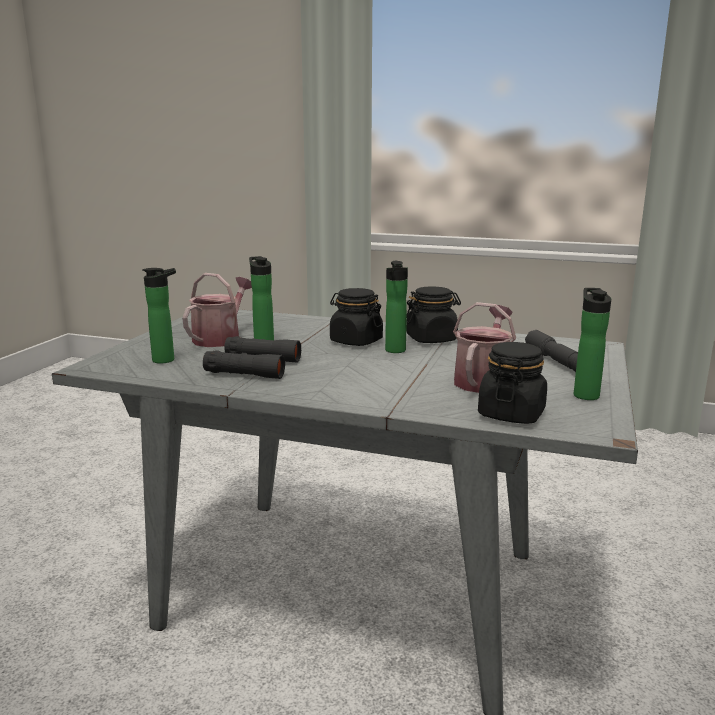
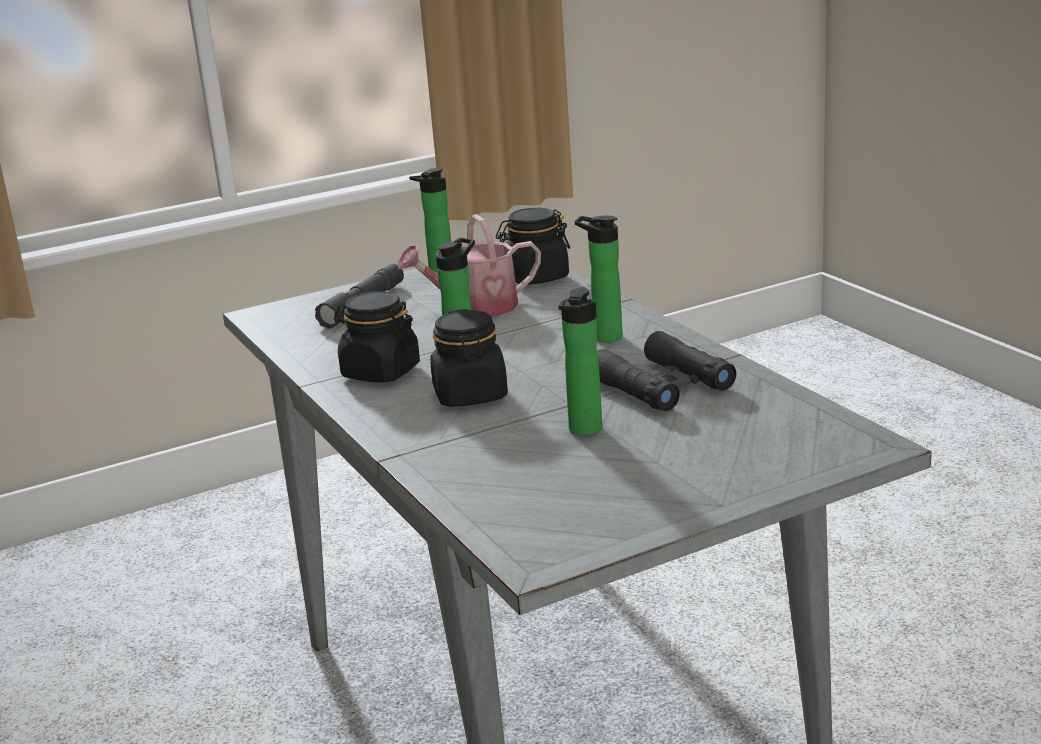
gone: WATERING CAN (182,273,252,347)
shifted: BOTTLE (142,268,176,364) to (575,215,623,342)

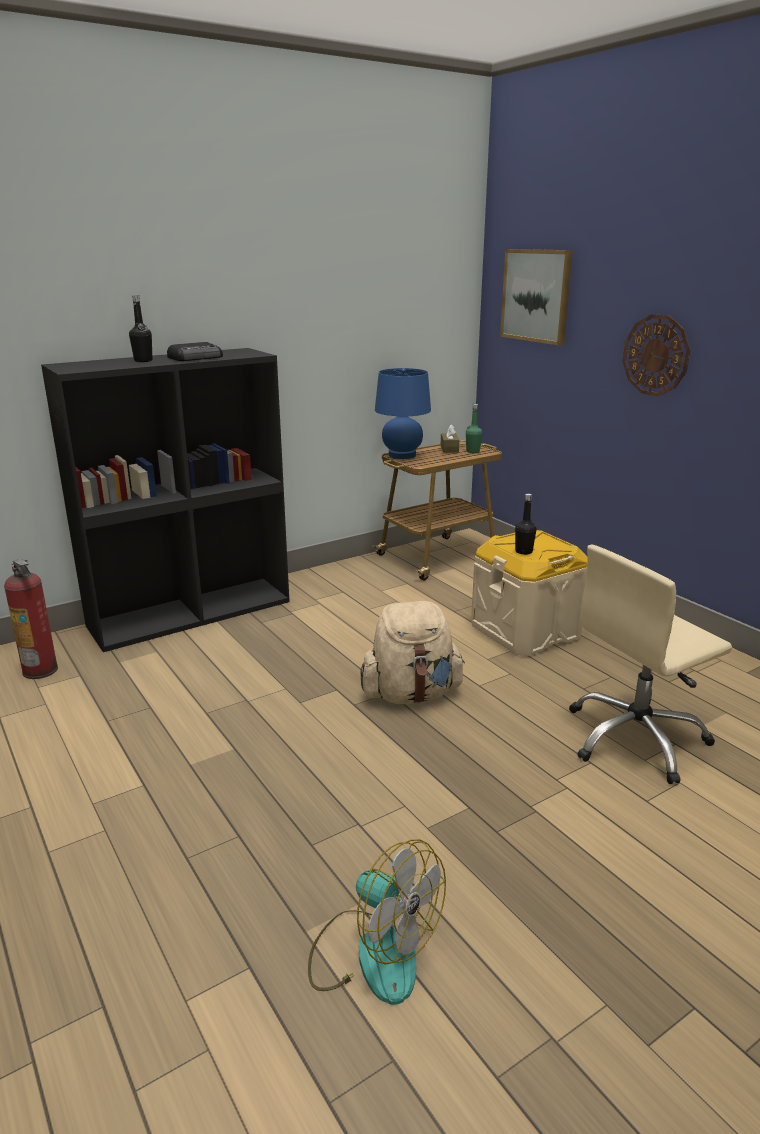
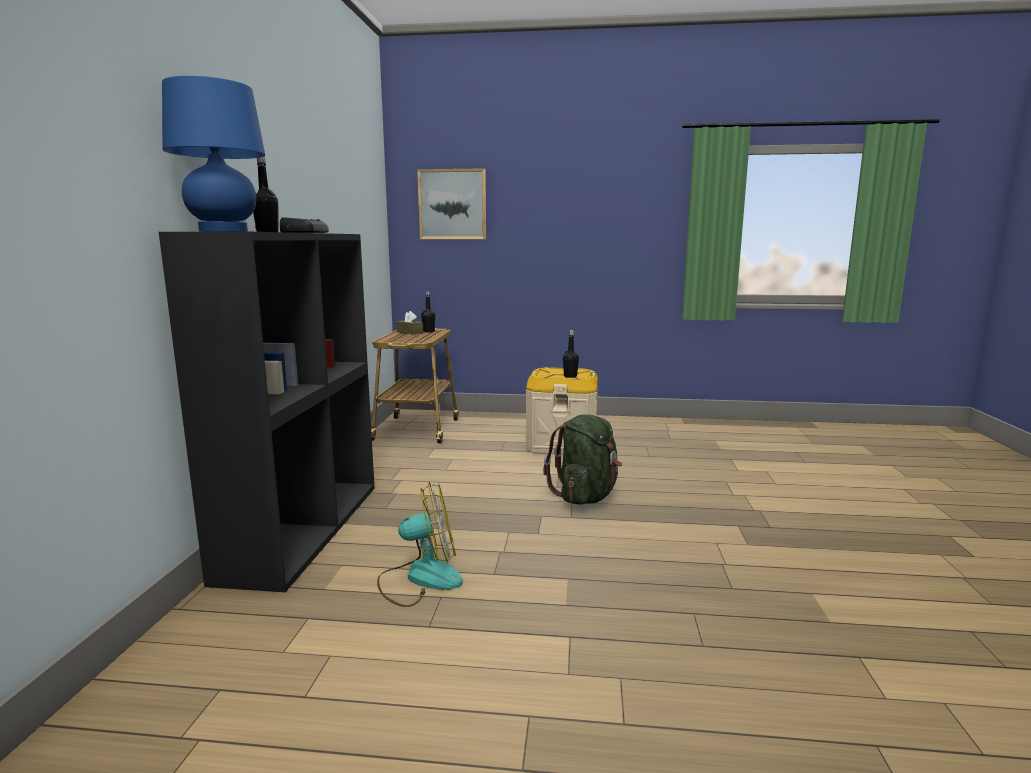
gone: FIRE EXTINGUISHER (4,559,58,679); BEIGE OFFICE CHAIR (569,545,732,784); WALL CLOCK (622,314,690,397)
shifted: FAN (308,839,446,1005) to (377,481,463,607); BLUE TABLE LAMP (375,368,431,459) to (162,76,265,232)
repainted: BEIGE BACKPACK (360,601,465,704) to GREEN BACKPACK (543,414,622,505); GREEN BOTTLE (466,404,482,453) to BLACK BOTTLE (421,291,435,333)

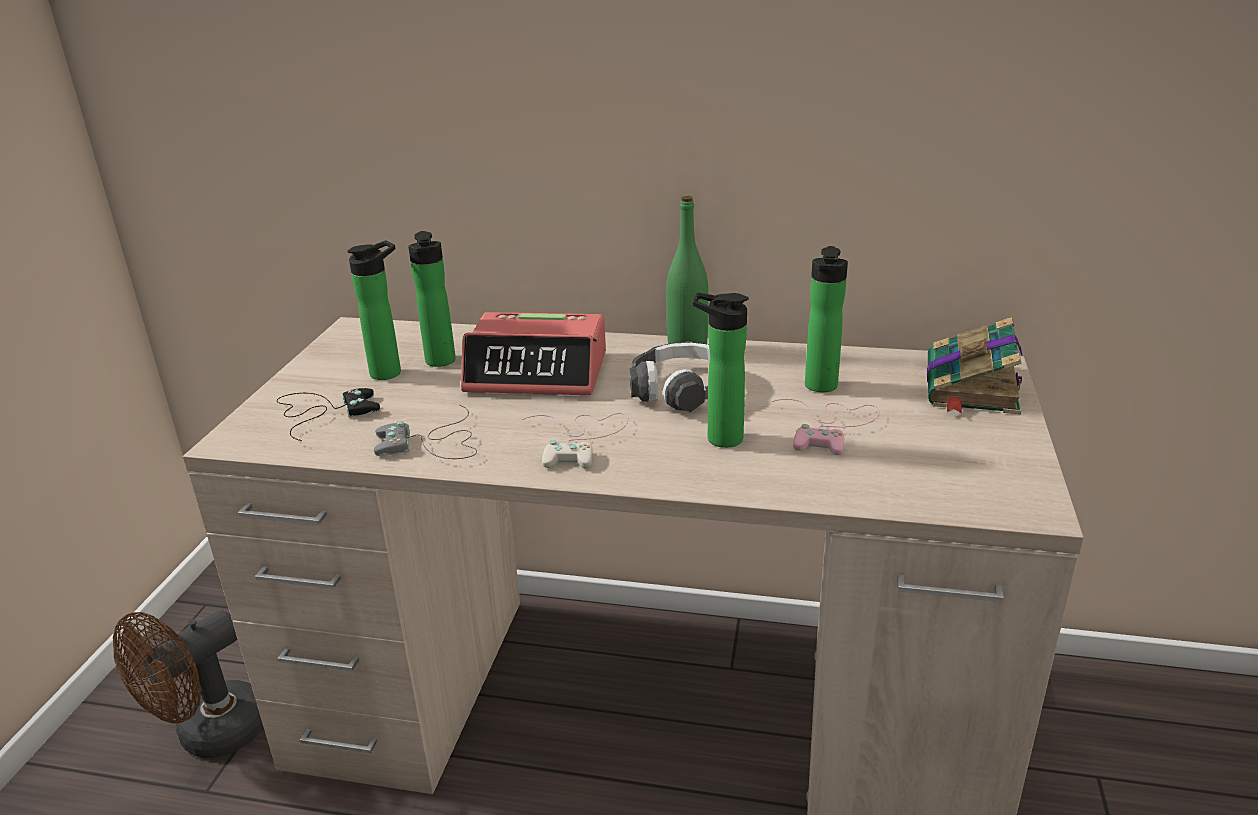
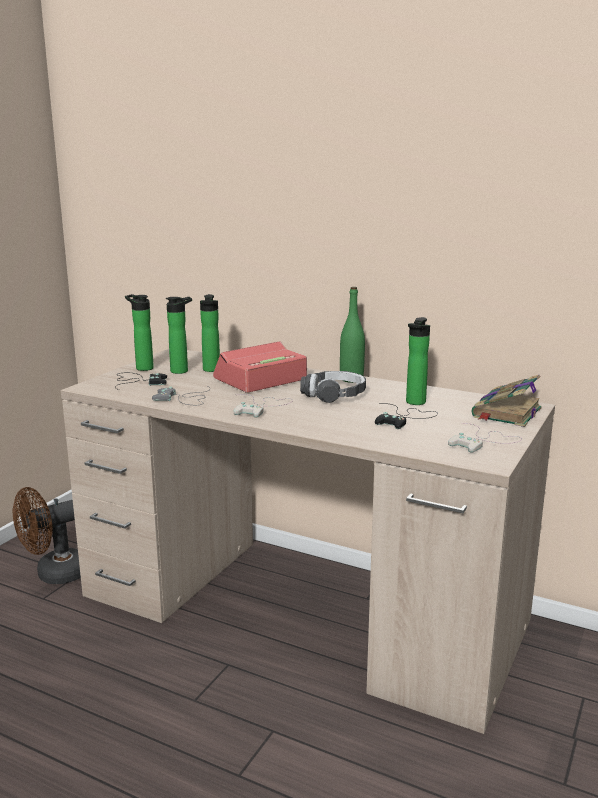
new: WHITE GAME CONTROLLER (448,423,522,453)
shifted: BOTTLE (693,293,749,448) to (125,294,154,371)
repainted: PINK GAME CONTROLLER (772,399,880,455) to BLACK GAME CONTROLLER (375,403,438,429)
rotated: ALARM CLOCK (461,312,606,395) = (213,341,307,393) 120 degrees clockwise

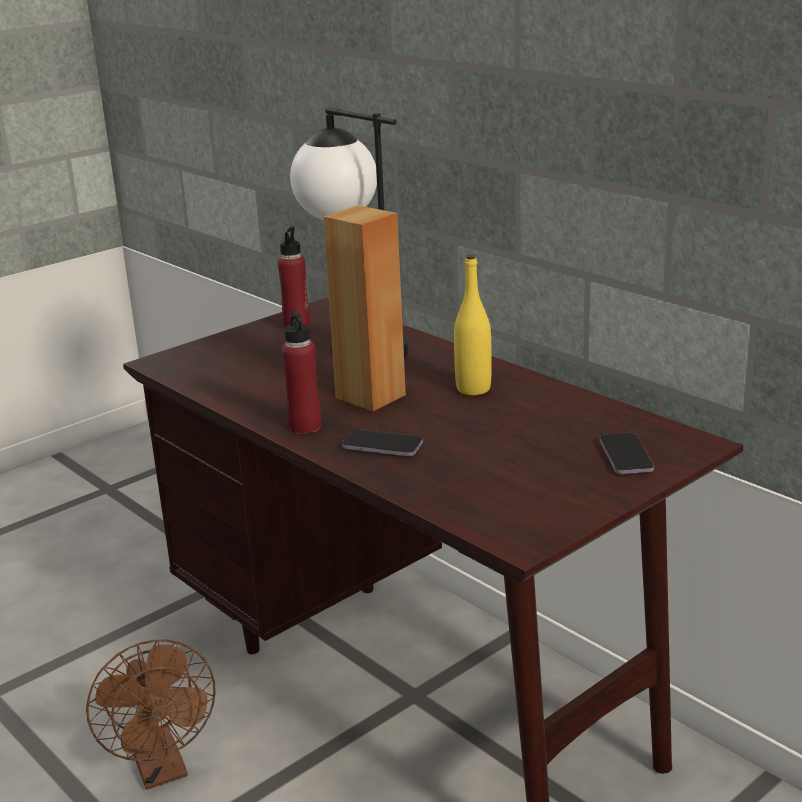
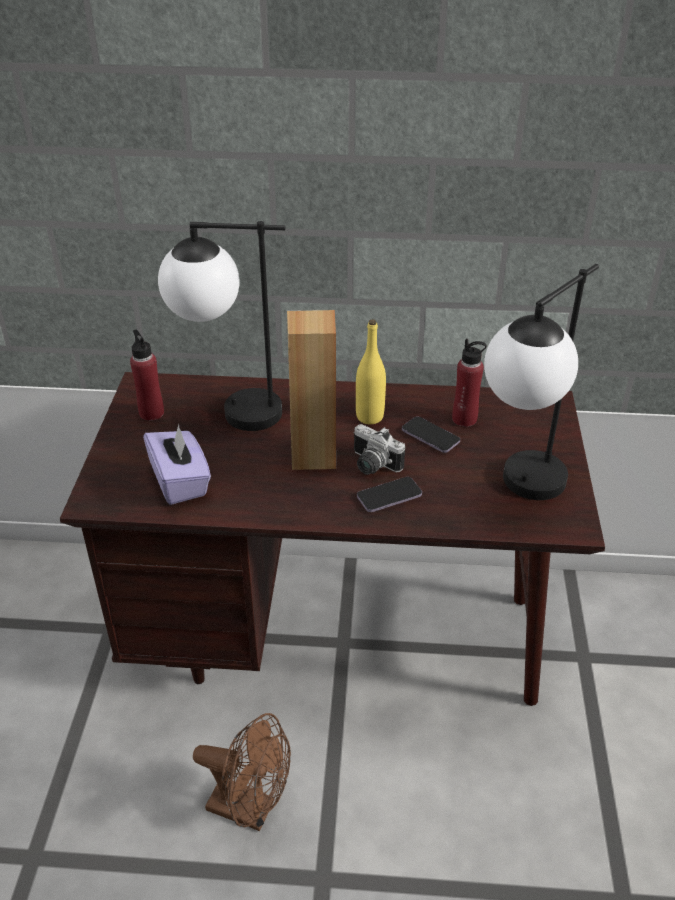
new: PURPLE TISSUE BOX (143,425,211,505); PHOTO CAMERA (353,424,405,475); TABLE LAMP (484,264,599,500)
shifted: RED BOTTLE (281,309,321,434) to (452,339,487,427); PHONE (599,433,654,474) to (402,416,460,453)

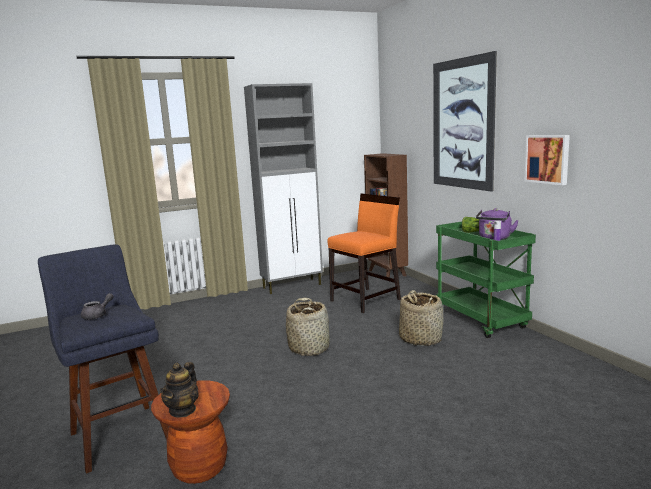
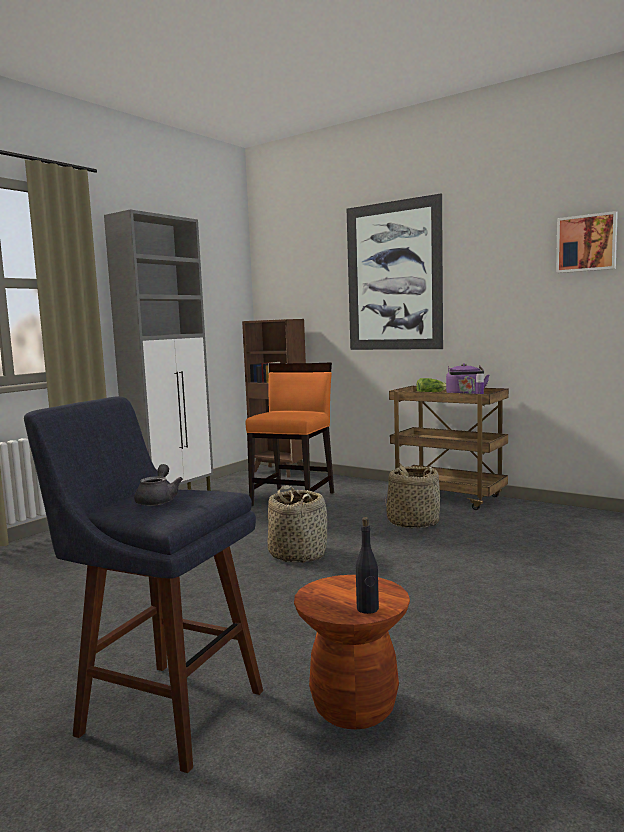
shifted: PICTURE (525,135,570,185) to (556,211,618,273)
swapped: TEAPOT (160,362,199,418) to BLACK BOTTLE (356,517,379,614)
repainted: GREEN CART (436,221,536,338) to BROWN CART (389,386,509,510)

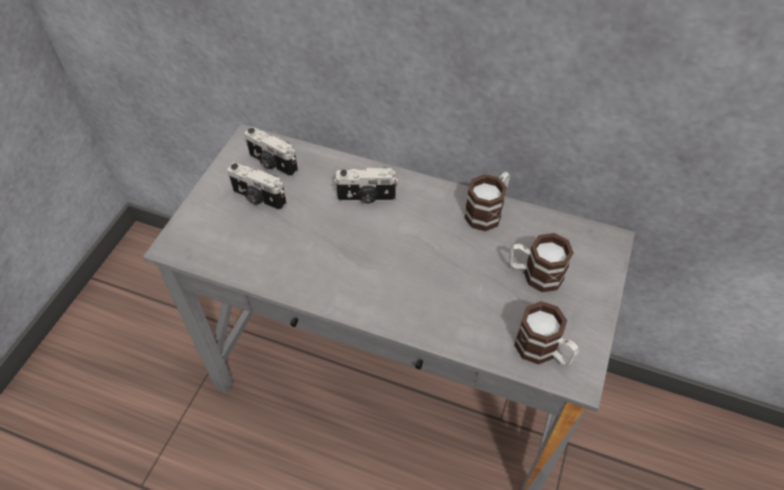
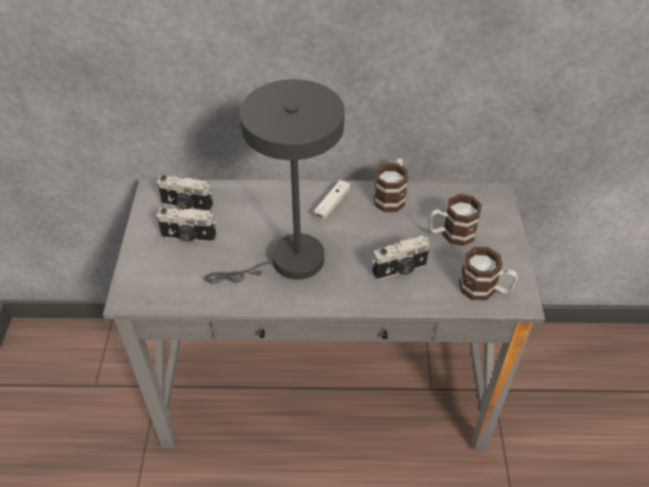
new: GREY TABLE LAMP (204,79,345,283); WHITE GAME CONTROLLER (314,180,350,221)
shifted: PHOTO CAMERA (334,168,398,203) to (372,235,430,280)

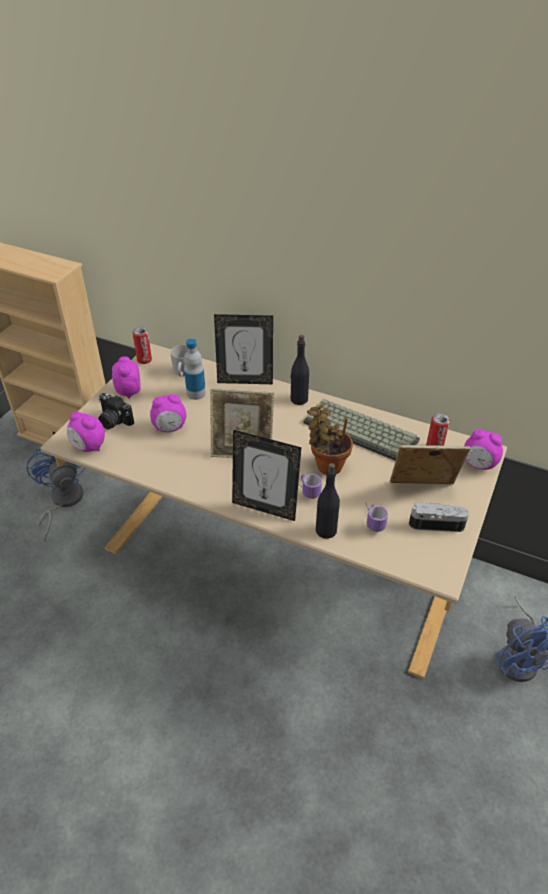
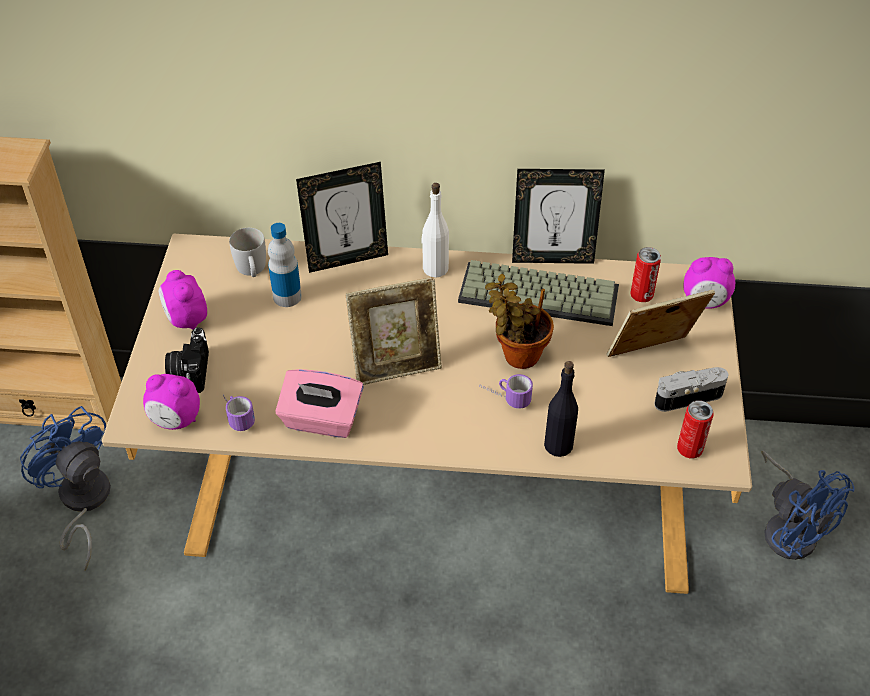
gone: ALARM CLOCK (150,394,186,432)
new: PINK TISSUE BOX (275,369,364,438)
shifted: CAN (133,327,152,364) to (677,400,714,458); PICTURE FRAME (232,430,301,521) to (512,169,605,264); MUG (365,503,388,532) to (223,395,255,431)
repainted: BLACK BOTTLE (290,335,309,405) to WHITE BOTTLE (422,183,449,277)
rotated: PHOTO CAMERA (98,393,134,430) = (165,327,209,393) 75 degrees clockwise

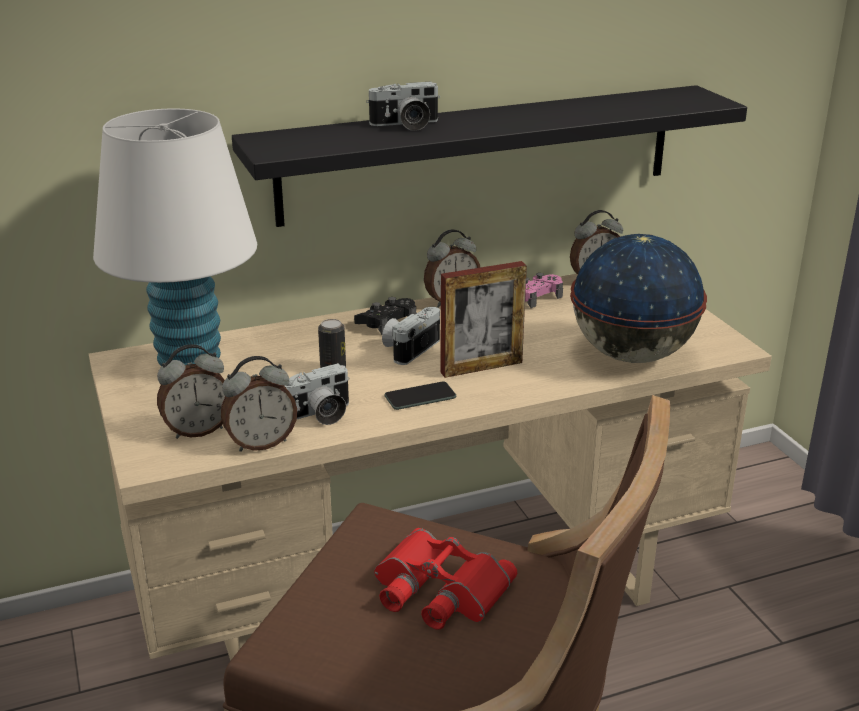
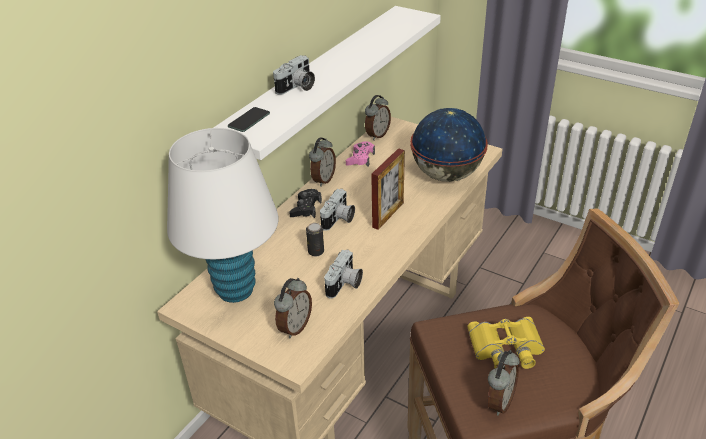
shifted: ALARM CLOCK (221,356,297,452) to (488,350,519,416); PHONE (385,382,456,410) to (228,107,270,132)
repainted: BLACK SHELF (232,85,747,227) to WHITE SHELF (213,6,441,160); RED BINOCULARS (374,528,517,630) to YELLOW BINOCULARS (467,317,545,369)
rotated: PHOTO CAMERA (382,307,440,365) = (320,189,355,231) 150 degrees counterclockwise

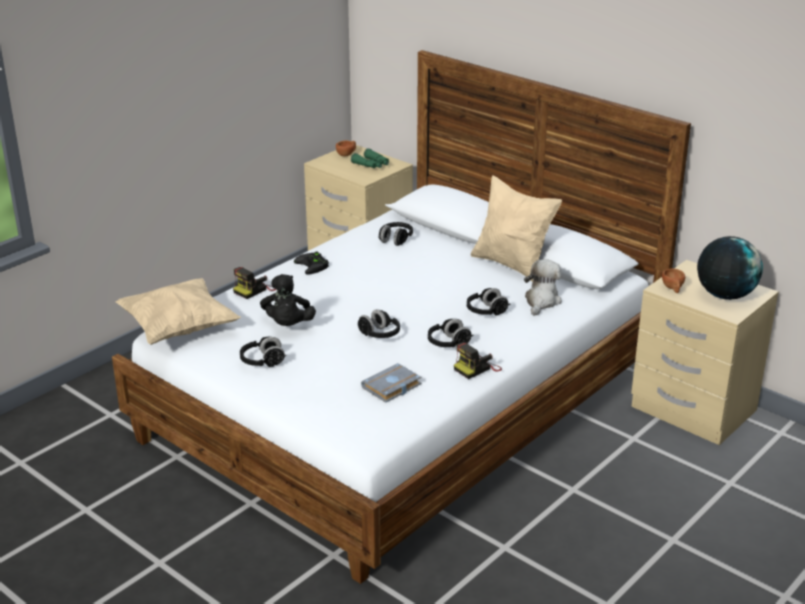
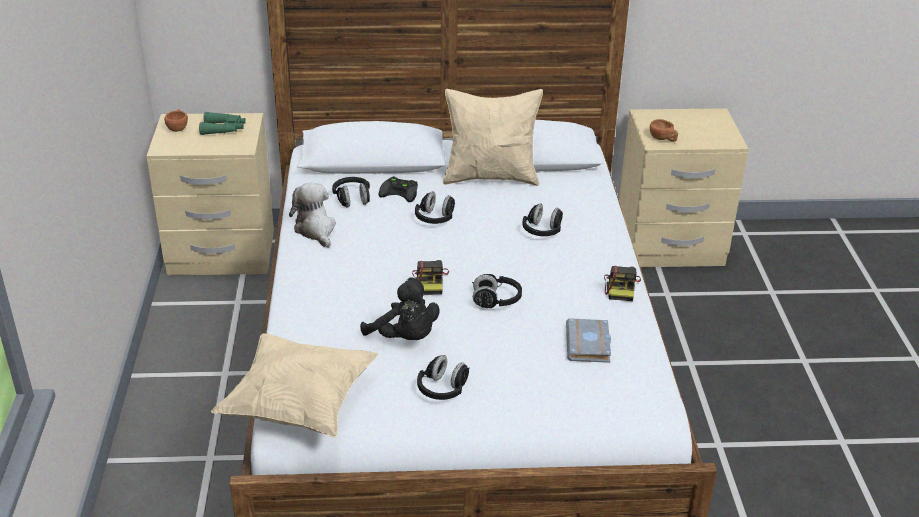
gone: GLOBE (697,236,763,300)
shifted: PHOTO CAMERA (233,267,276,299) to (412,260,449,295); BLACK GAME CONTROLLER (294,251,329,275) to (378,176,418,202); BLACK HEADPHONES (428,319,474,347) to (415,192,455,224); PLUSH TOY (524,259,562,316) to (289,183,336,248)

